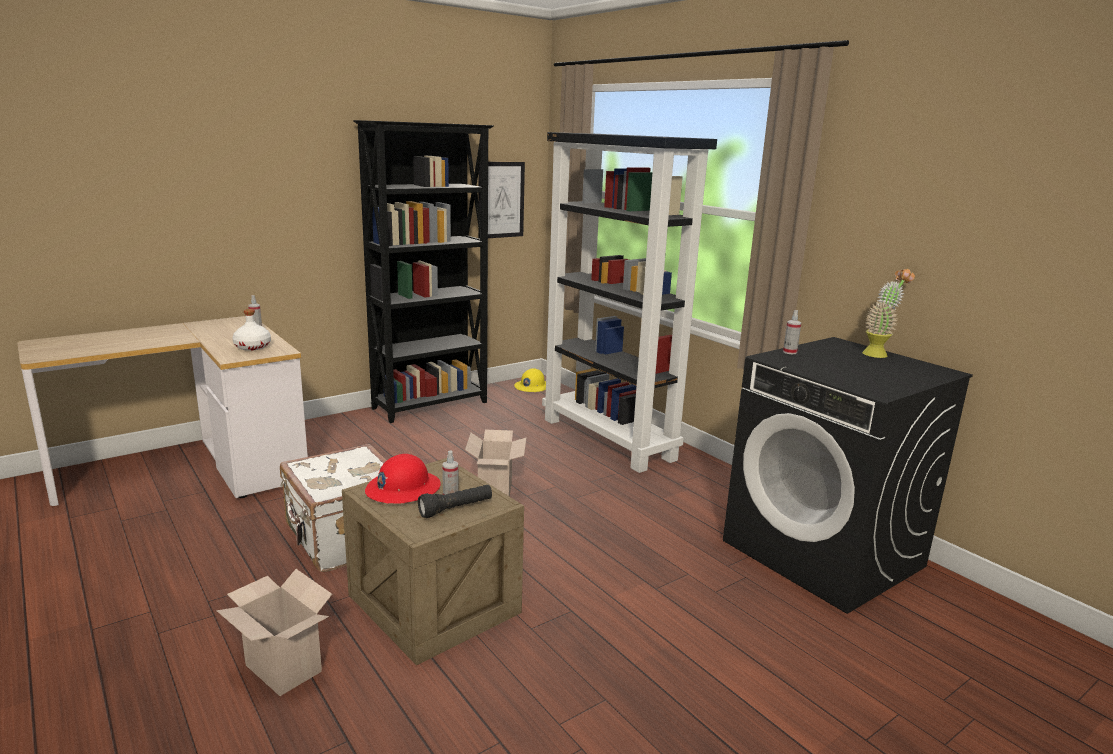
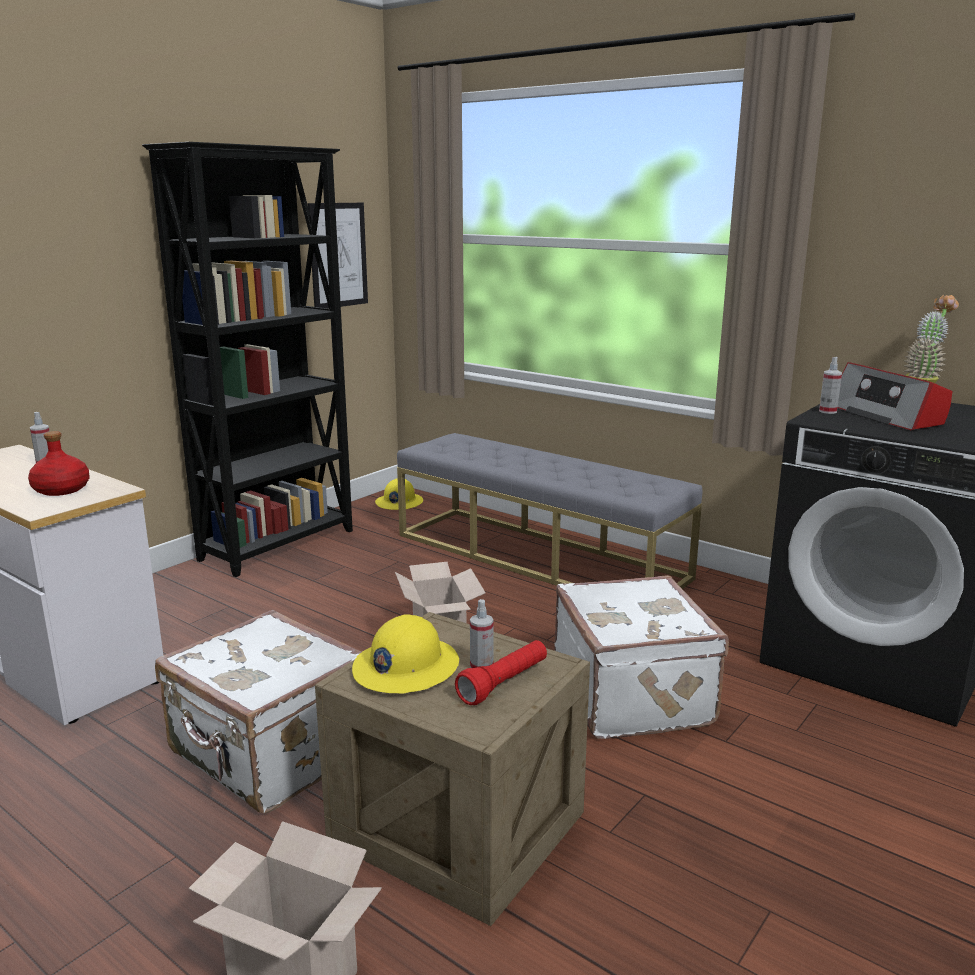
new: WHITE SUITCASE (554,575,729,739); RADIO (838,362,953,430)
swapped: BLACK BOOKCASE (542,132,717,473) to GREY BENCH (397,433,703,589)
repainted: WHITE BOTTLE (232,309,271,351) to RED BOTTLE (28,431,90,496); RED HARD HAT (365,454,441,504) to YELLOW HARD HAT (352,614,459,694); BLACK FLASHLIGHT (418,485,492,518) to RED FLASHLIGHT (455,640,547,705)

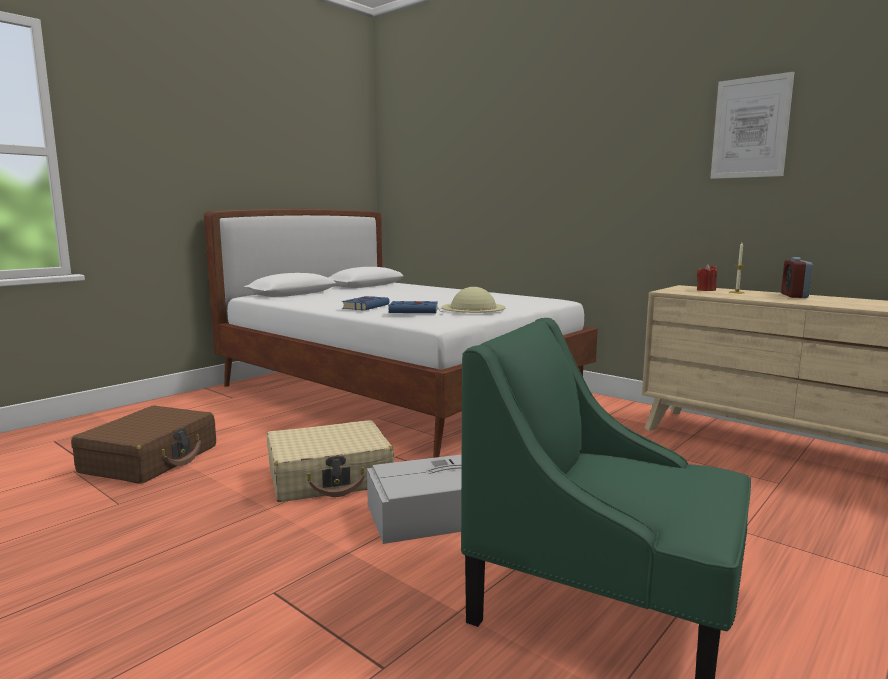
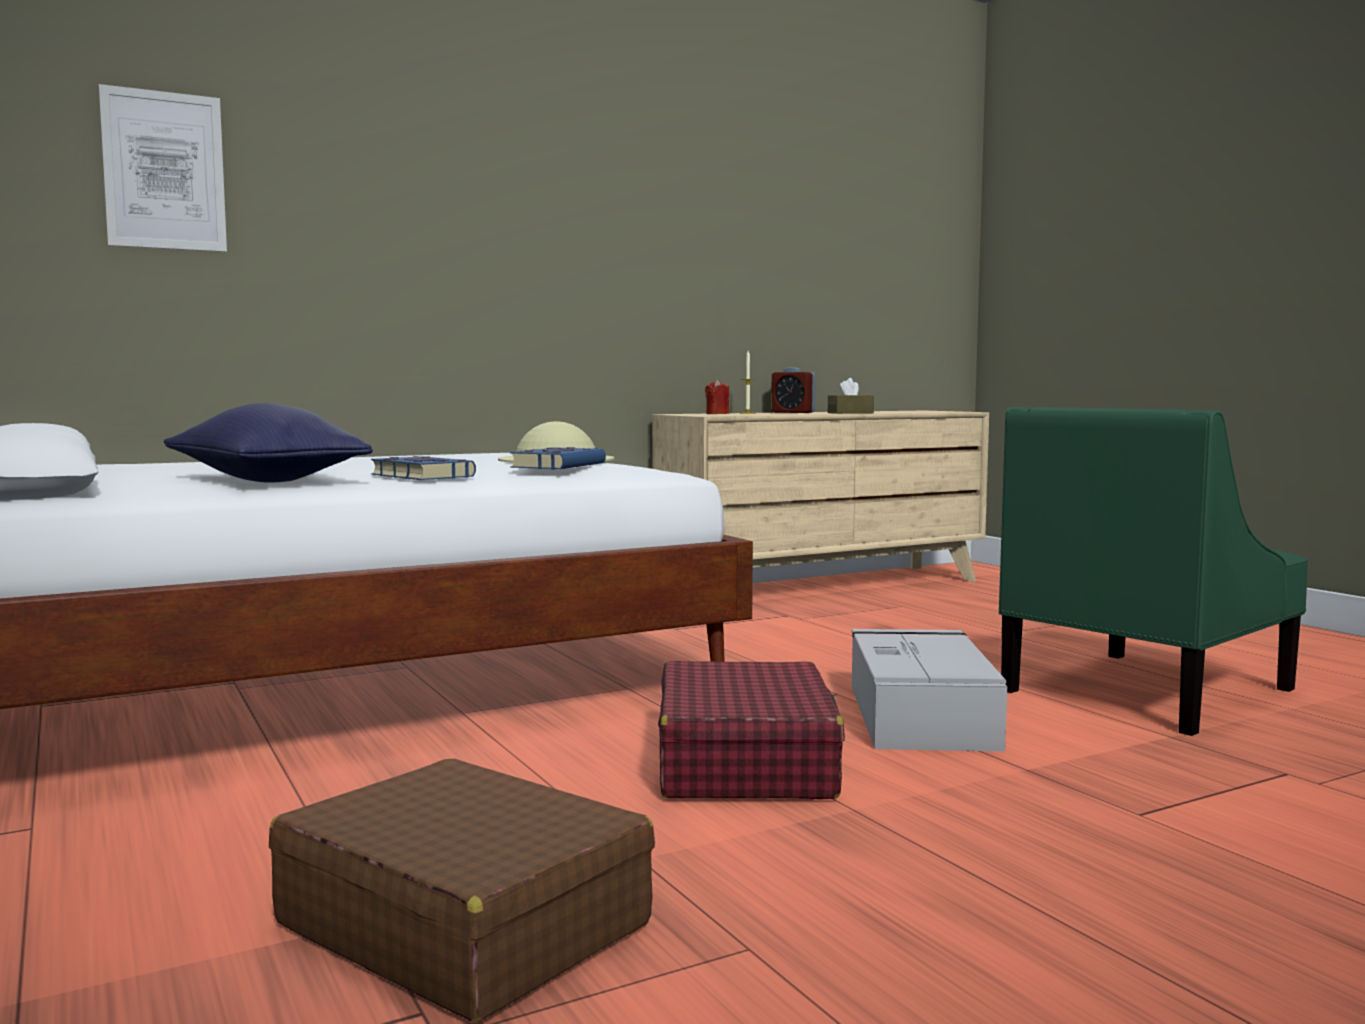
new: BLUE PILLOW (164,403,373,483); BROWN TISSUE BOX (828,378,874,414)
shifted: PICTURE (710,72,794,179) to (99,84,227,252)
repainted: BEIGE SUITCASE (267,420,394,502) to RED SUITCASE (658,661,845,799)

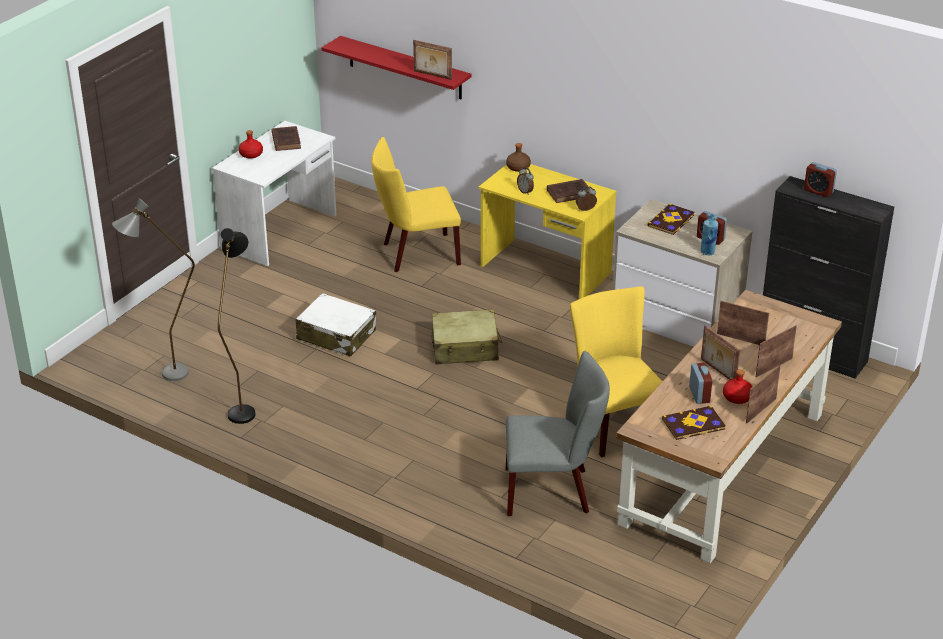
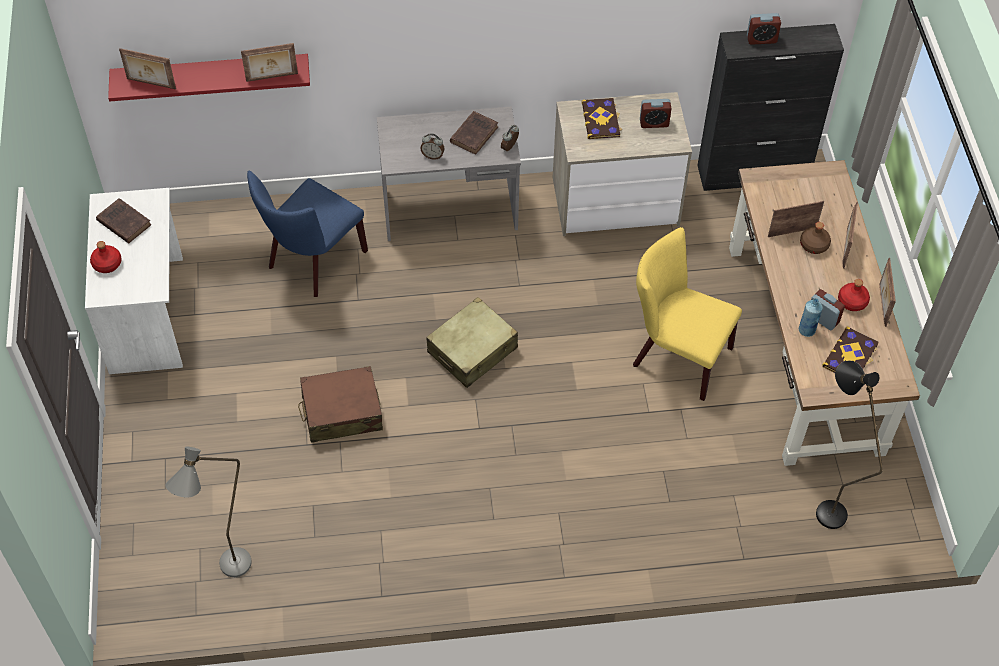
gone: GREY CHAIR (506,351,610,516)
shifted: BLACK FLOOR LAMP (218,228,255,424) to (816,361,883,529); BROWN BOTTLE (506,143,531,172) to (800,222,831,254); BLUE BOTTLE (701,214,718,255) to (799,298,823,337); PICTURE FRAME (701,326,740,380) to (119,48,176,89)
repainted: WHITE SUITCASE (296,293,376,357) to BROWN SUITCASE (298,366,383,443); YELLOW CHAIR (371,137,461,272) to BLUE CHAIR (247,170,368,297); YELLOW DESK (479,164,617,299) to GREY DESK (377,106,521,241)

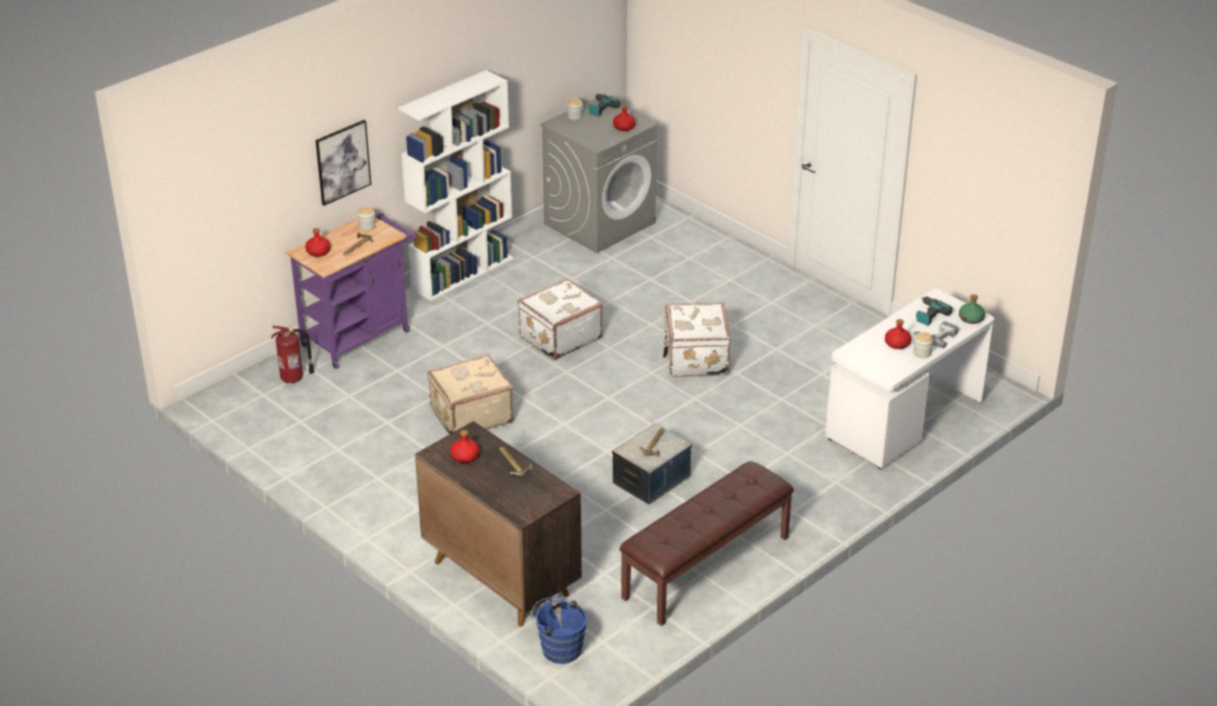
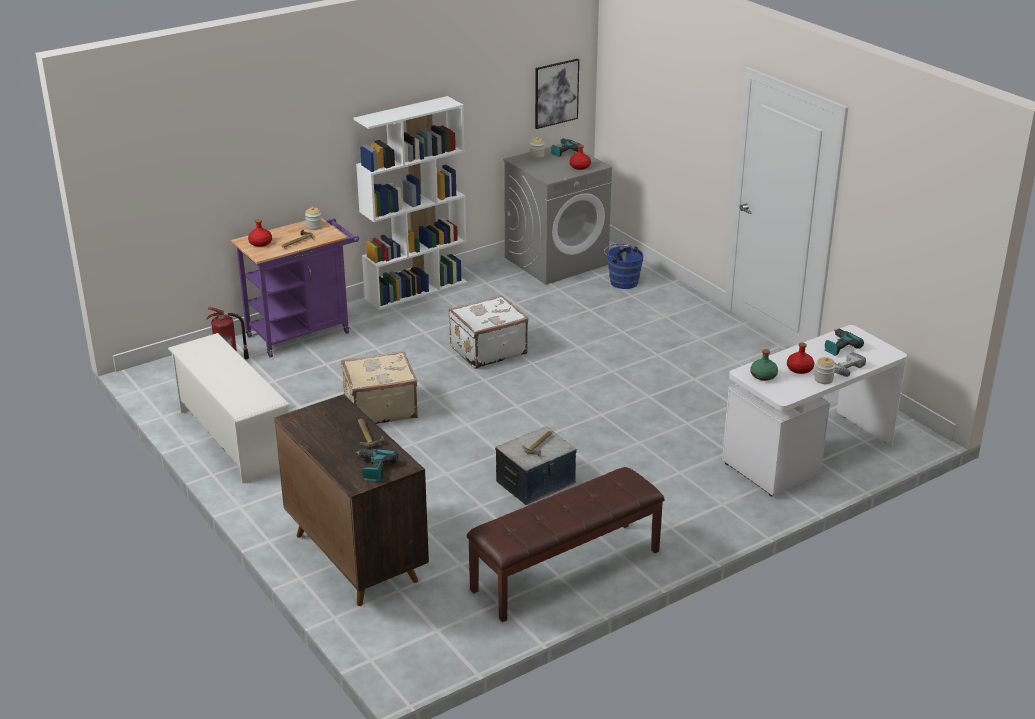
gone: RED BOTTLE (451,430,480,463); WHITE SUITCASE (663,303,731,377)
new: WHITE SHOE RACK (168,333,290,483); POWER DRILL (355,448,398,482)
shifted: PICTURE (316,120,371,206) to (535,59,579,129); BLUE BUCKET (531,597,587,664) to (604,244,644,289); GREEN BOTTLE (959,294,985,324) to (750,349,778,381)

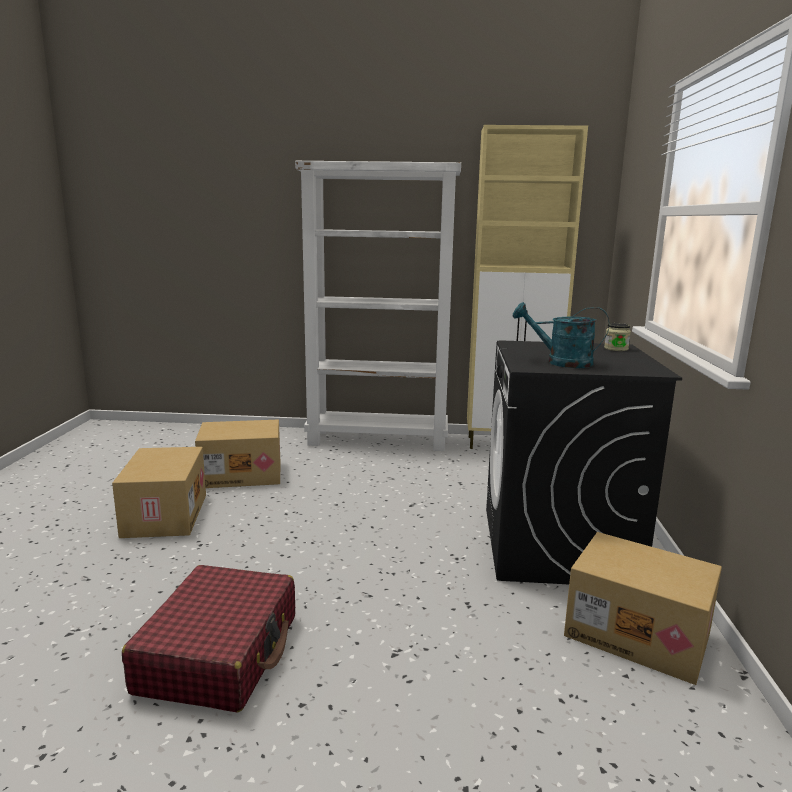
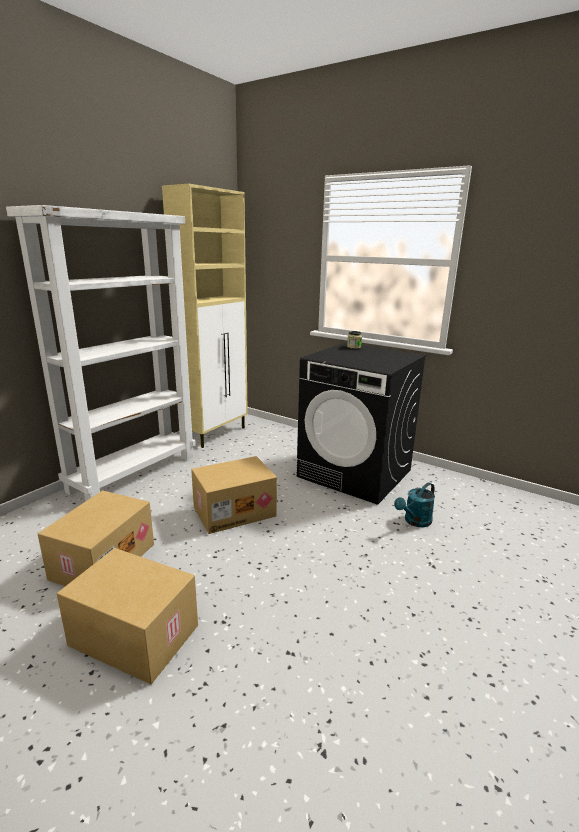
gone: RED SUITCASE (122,565,295,713)
shifted: TURQUOISE WATERING CAN (513,302,609,368) to (394,483,435,527); CARDBOARD BOX (564,532,722,685) to (191,456,277,534)

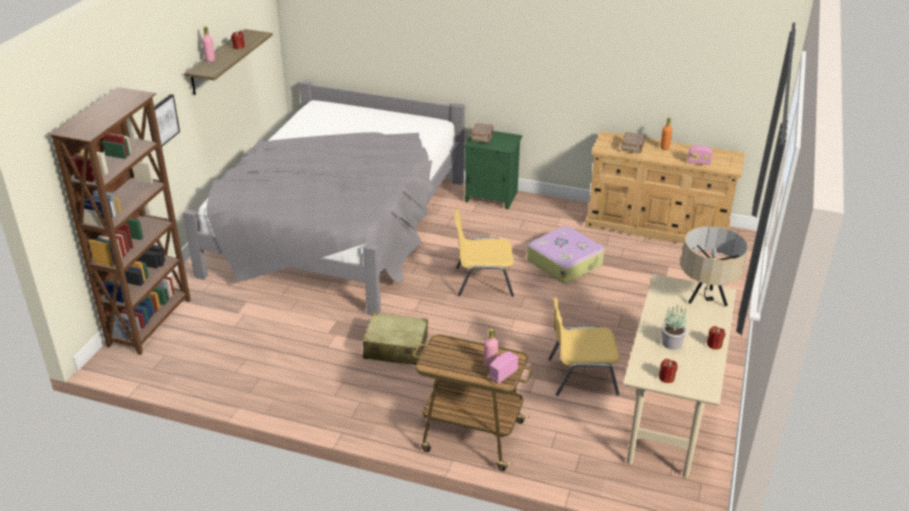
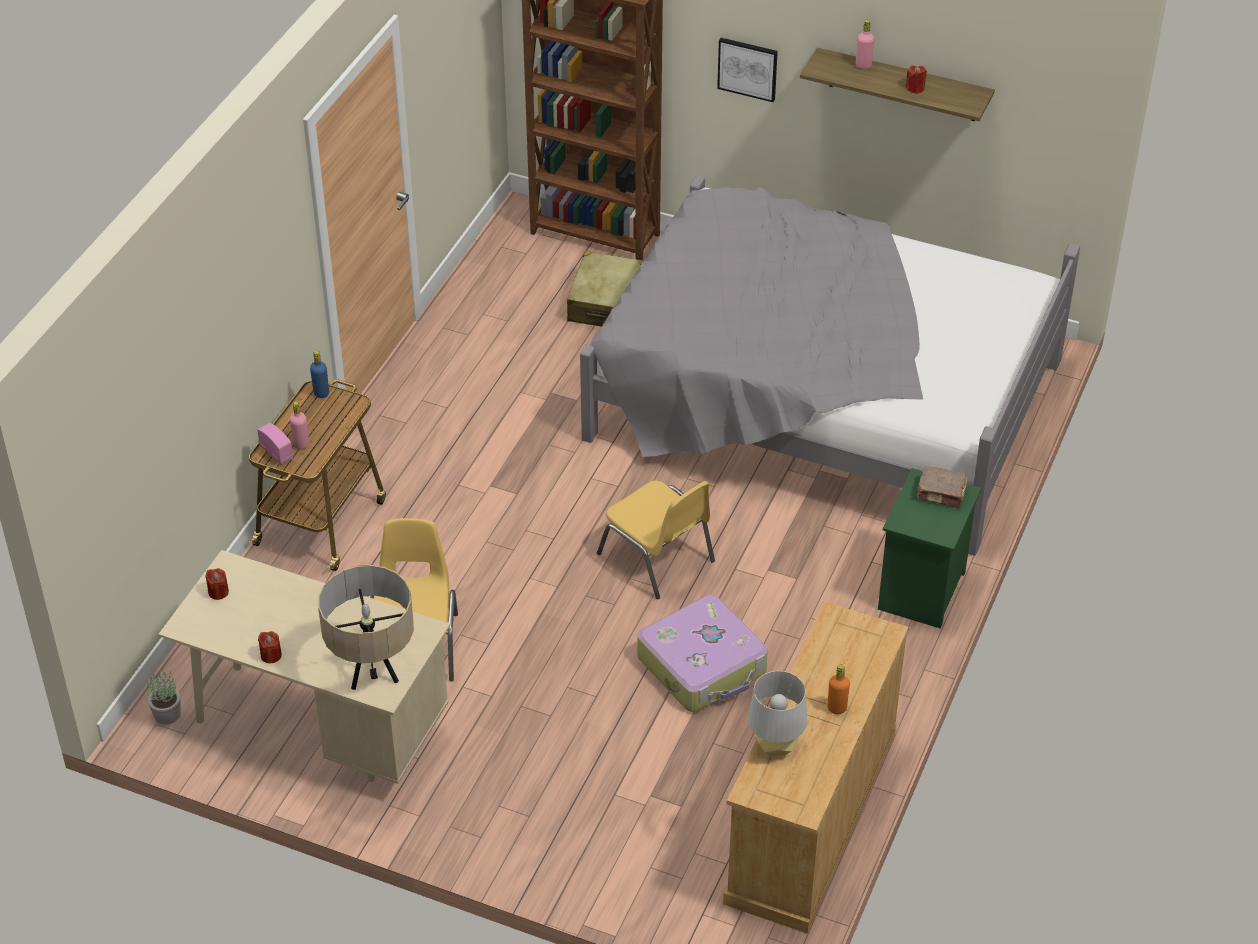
gone: BROWN BOOK (621,132,645,153)
new: BLUE BOTTLE (310,350,329,398)
shifted: BEIGE SUITCASE (363,312,428,365) to (567,251,644,327); POTTED PLANT (662,305,687,350) to (147,671,181,725)
swapped: RADIO (688,146,713,165) to GREY TABLE LAMP (748,671,808,756)
rotated: YELLOW CHAIR (455,209,514,297) = (597,480,715,599) 135 degrees clockwise

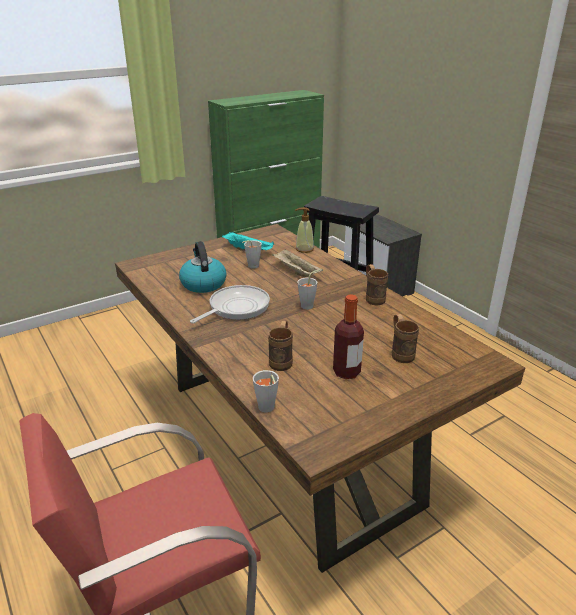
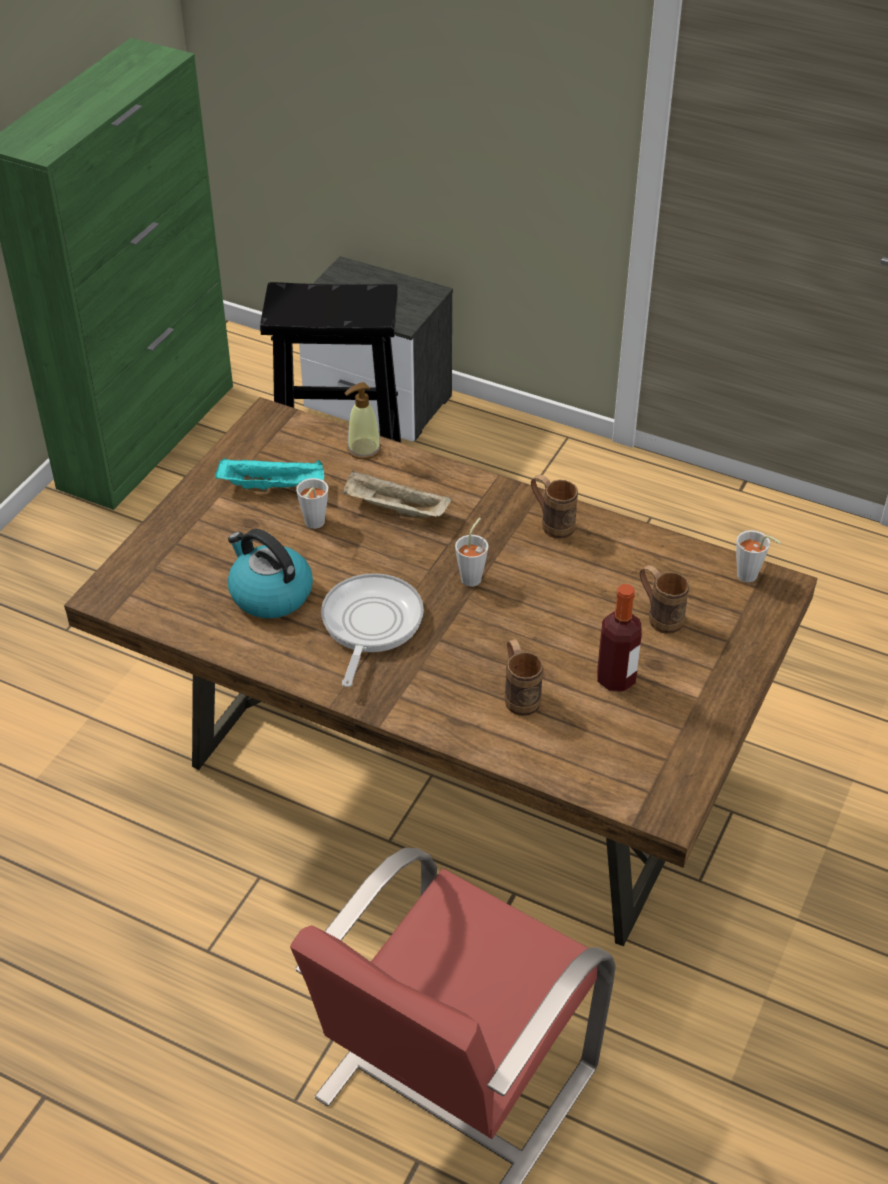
shifted: GREY CUP (252,370,279,412) to (736,530,781,582)

